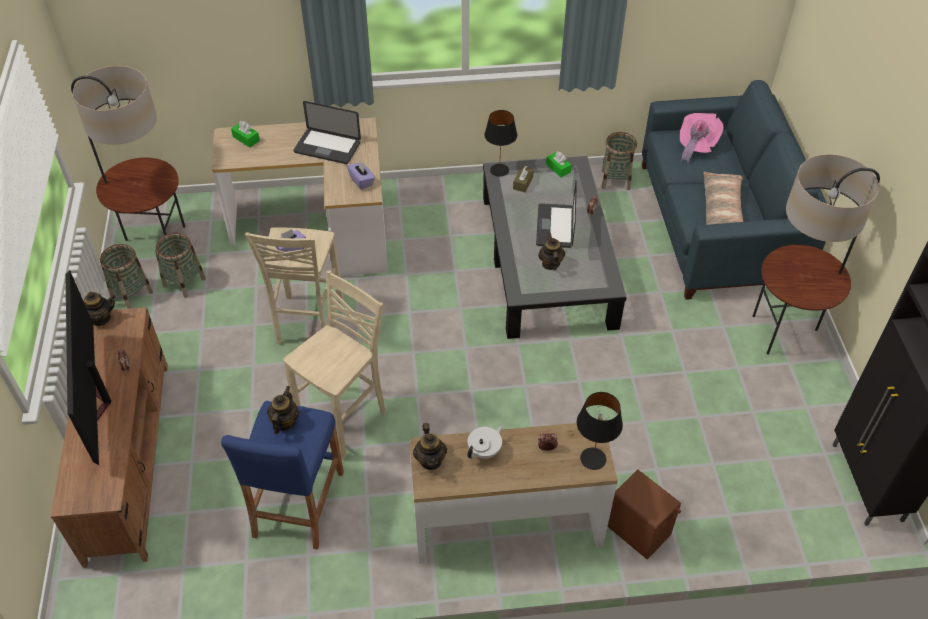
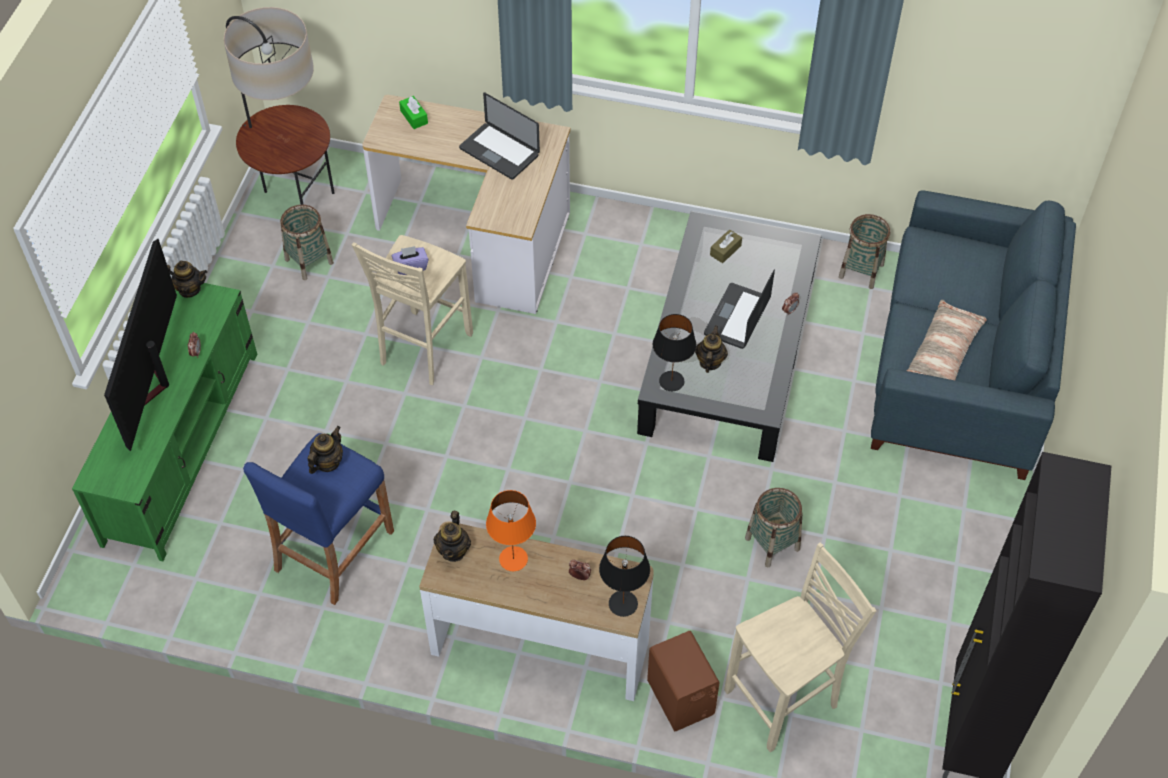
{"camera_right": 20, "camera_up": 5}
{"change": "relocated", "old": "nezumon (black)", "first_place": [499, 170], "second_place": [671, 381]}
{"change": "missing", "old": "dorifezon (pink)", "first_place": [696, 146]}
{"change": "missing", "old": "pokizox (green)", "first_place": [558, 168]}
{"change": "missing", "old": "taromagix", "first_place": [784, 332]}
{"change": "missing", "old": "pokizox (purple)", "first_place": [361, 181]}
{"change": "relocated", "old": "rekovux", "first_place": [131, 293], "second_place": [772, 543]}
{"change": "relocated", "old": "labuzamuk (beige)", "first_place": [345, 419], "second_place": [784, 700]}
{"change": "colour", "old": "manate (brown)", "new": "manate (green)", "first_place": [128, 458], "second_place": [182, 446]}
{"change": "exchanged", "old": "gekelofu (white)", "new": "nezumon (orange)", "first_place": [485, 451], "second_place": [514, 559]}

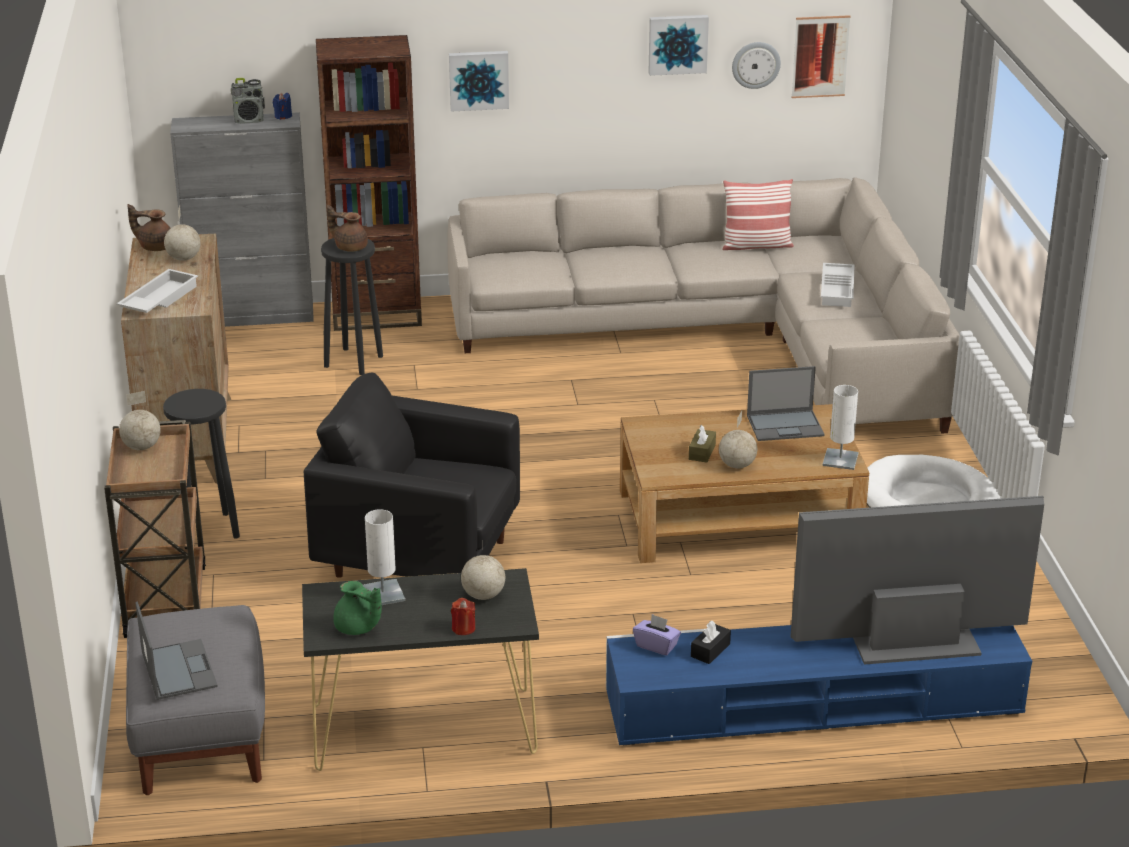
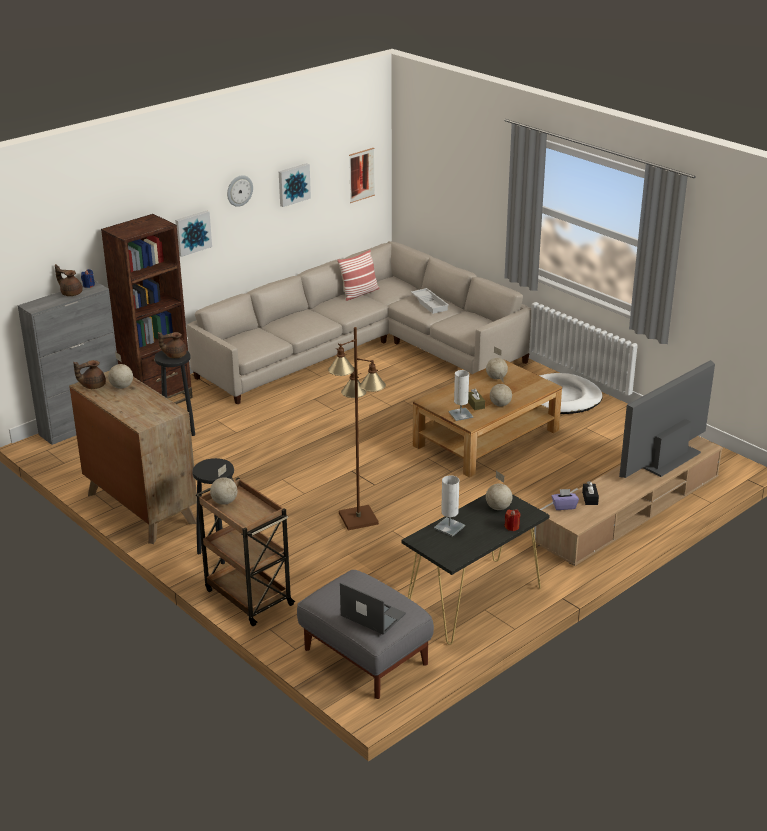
{"camera_right": -35, "camera_up": 0}
{"change": "relocated", "old": "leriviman", "first_place": [756, 64], "second_place": [239, 190]}
{"change": "exchanged", "old": "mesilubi", "new": "gekelofu (brown)", "first_place": [249, 120], "second_place": [71, 293]}
{"change": "missing", "old": "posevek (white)", "first_place": [158, 299]}
{"change": "exchanged", "old": "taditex", "new": "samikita", "first_place": [786, 425], "second_place": [496, 377]}
{"change": "exchanged", "old": "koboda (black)", "new": "taromagix (brown)", "first_place": [420, 558], "second_place": [357, 518]}
{"change": "relocated", "old": "nezumon (white)", "first_place": [840, 459], "second_place": [460, 414]}
{"change": "missing", "old": "gekelofu (green)", "first_place": [357, 628]}
{"change": "colour", "old": "manate (blue)", "new": "manate (beige)", "first_place": [812, 703], "second_place": [628, 510]}

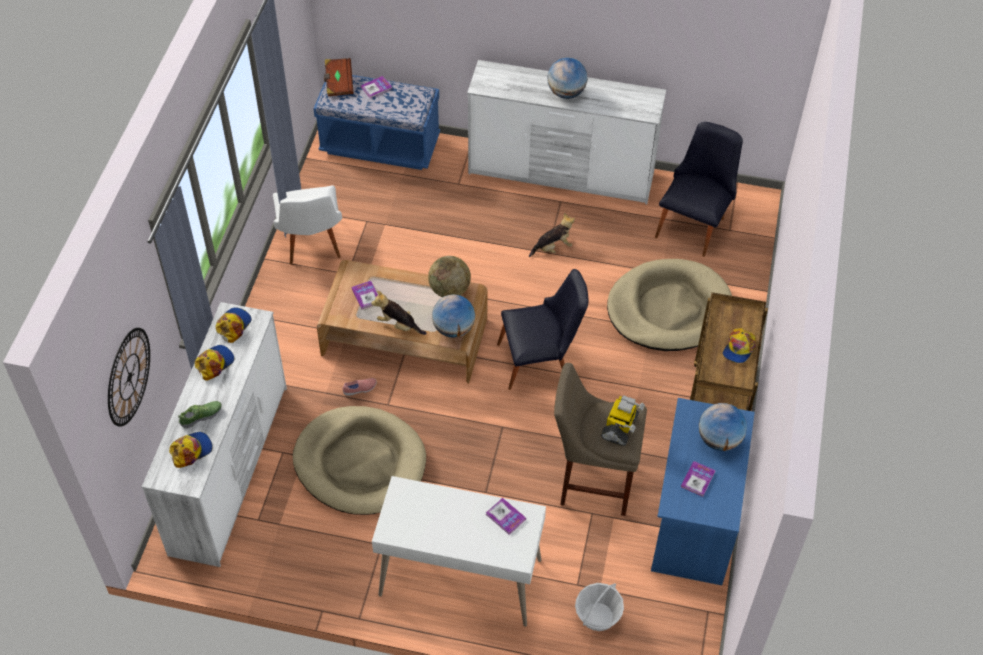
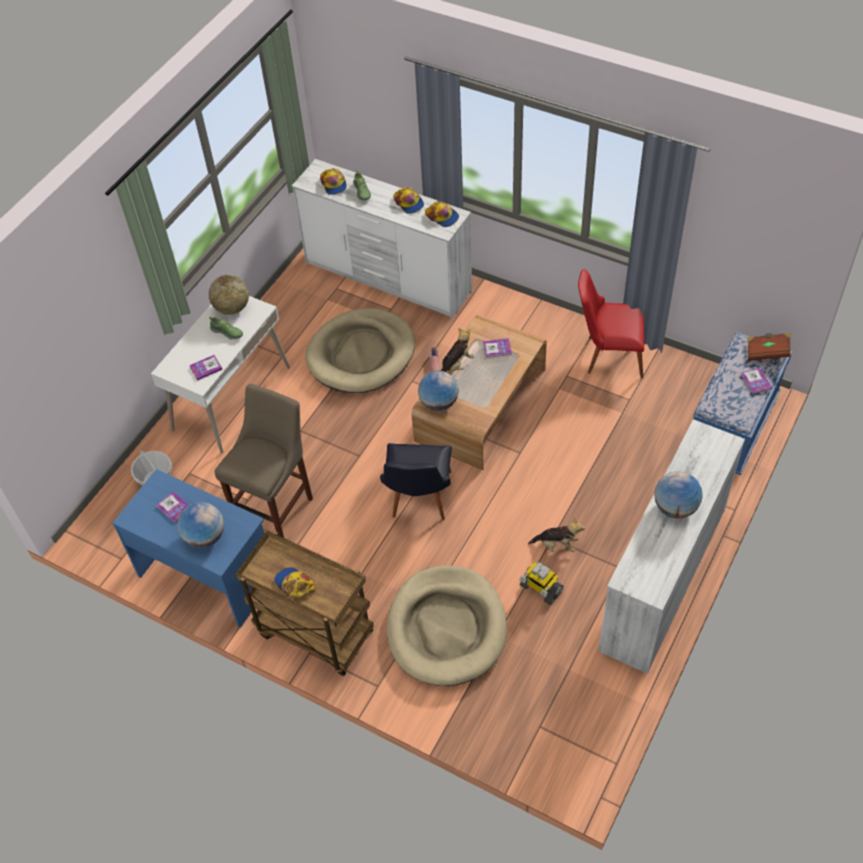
{"camera_right": 110, "camera_up": 0}
{"change": "missing", "old": "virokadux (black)", "first_place": [694, 223]}
{"change": "colour", "old": "virokadux (white)", "new": "virokadux (red)", "first_place": [312, 245], "second_place": [608, 355]}
{"change": "spun", "old": "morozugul", "first_place": [553, 247], "second_place": [557, 545], "degrees": -75}
{"change": "relocated", "old": "samikita", "first_place": [449, 290], "second_place": [232, 308]}
{"change": "missing", "old": "leriviman", "first_place": [129, 376]}
{"change": "relocated", "old": "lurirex", "first_place": [620, 427], "second_place": [540, 588]}
{"change": "appeared", "new": "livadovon", "second_place": [227, 332]}

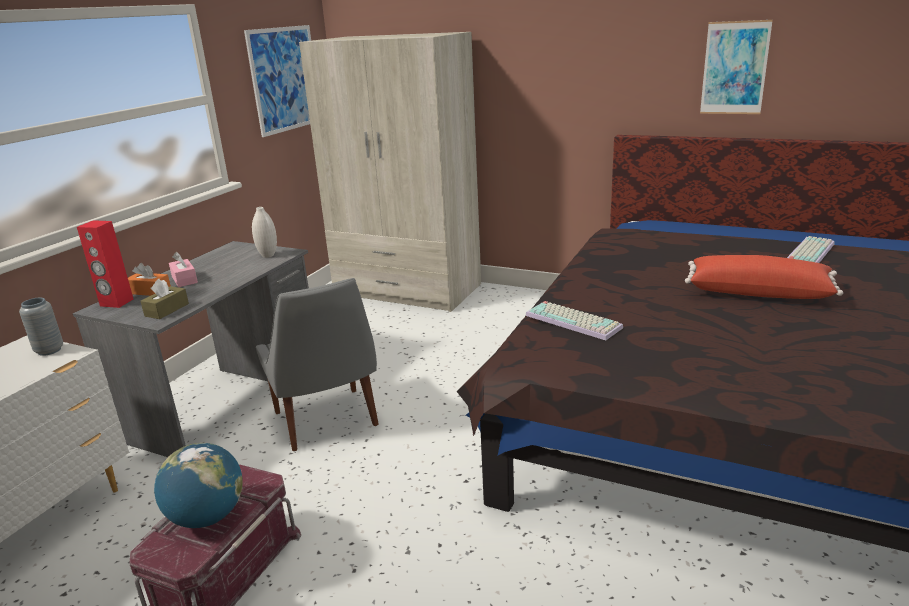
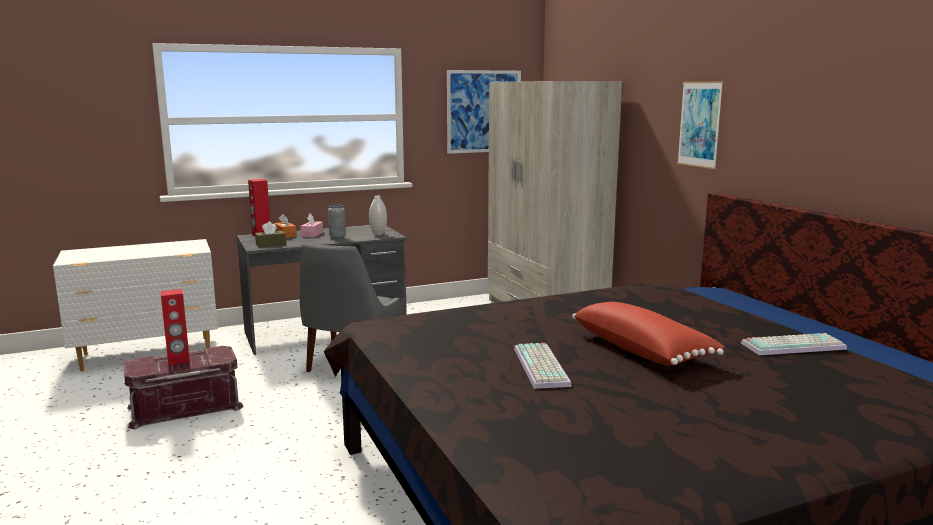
{"camera_right": 40, "camera_up": -10}
{"change": "relocated", "old": "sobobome", "first_place": [734, 68], "second_place": [699, 124]}
{"change": "relocated", "old": "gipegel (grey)", "first_place": [49, 350], "second_place": [337, 237]}
{"change": "relocated", "old": "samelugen", "first_place": [575, 321], "second_place": [543, 367]}
{"change": "exchanged", "old": "samikita", "new": "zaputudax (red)", "first_place": [207, 517], "second_place": [179, 360]}

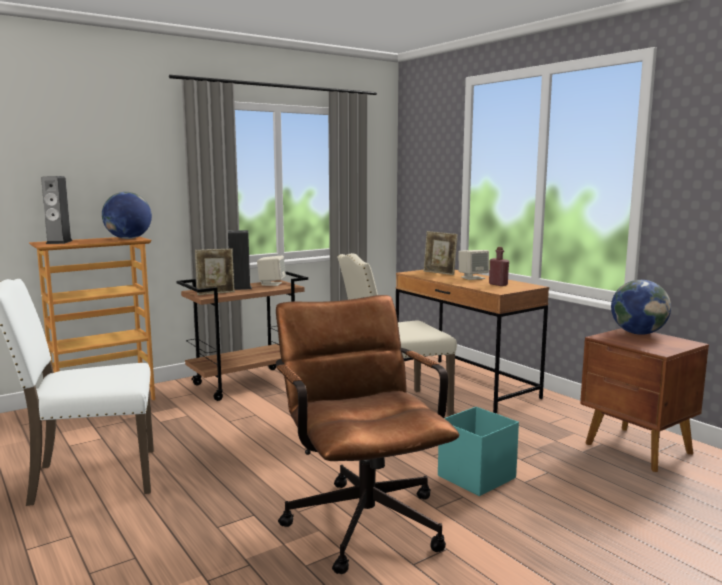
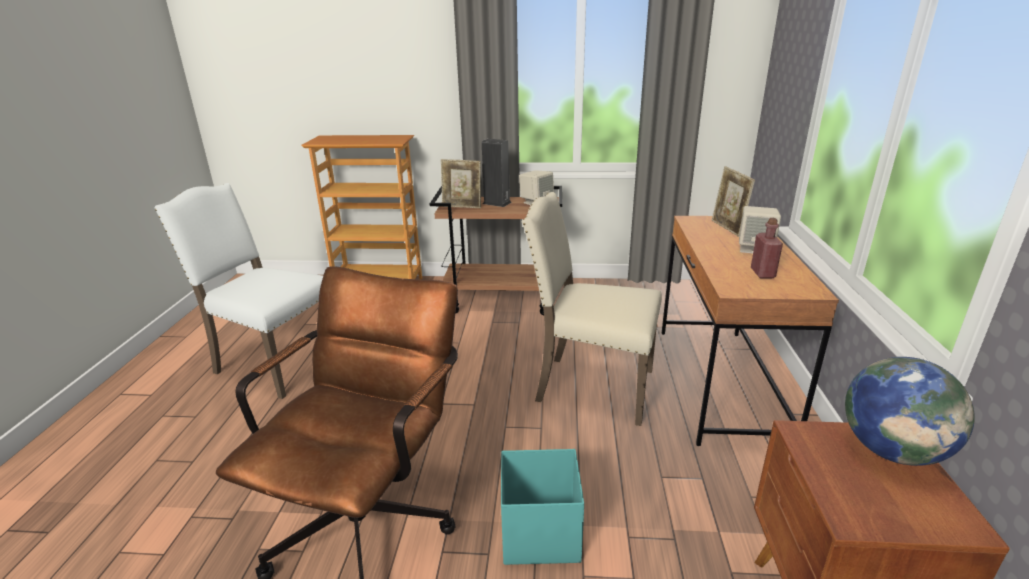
{"camera_right": 40, "camera_up": 15}
{"change": "missing", "old": "zaputudax", "first_place": [59, 242]}
{"change": "missing", "old": "samikita", "first_place": [128, 238]}

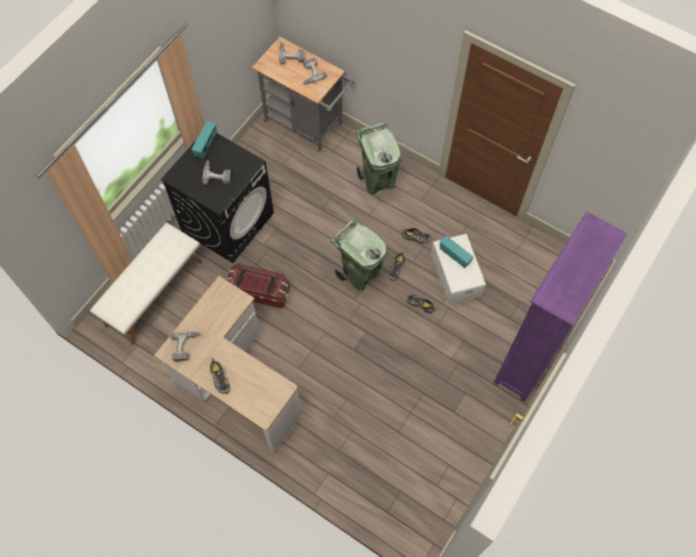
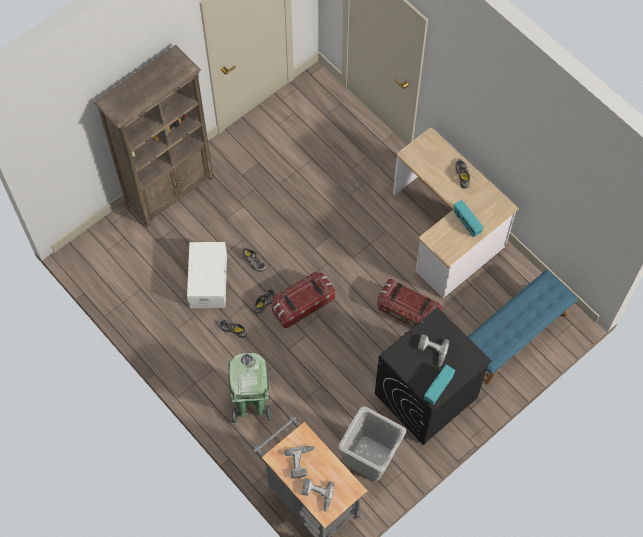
{"camera_right": -165, "camera_up": 0}
{"change": "colour", "old": "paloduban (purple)", "new": "paloduban (brown)", "first_place": [530, 356], "second_place": [171, 191]}
{"change": "exchanged", "old": "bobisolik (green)", "new": "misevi", "first_place": [360, 274], "second_place": [302, 305]}
{"change": "colour", "old": "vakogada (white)", "new": "vakogada (blue)", "first_place": [153, 292], "second_place": [514, 337]}
{"change": "relocated", "old": "mesilubi", "first_place": [455, 256], "second_place": [466, 223]}
{"change": "missing", "old": "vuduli", "first_place": [186, 347]}
{"change": "appeared", "new": "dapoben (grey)", "second_place": [370, 457]}

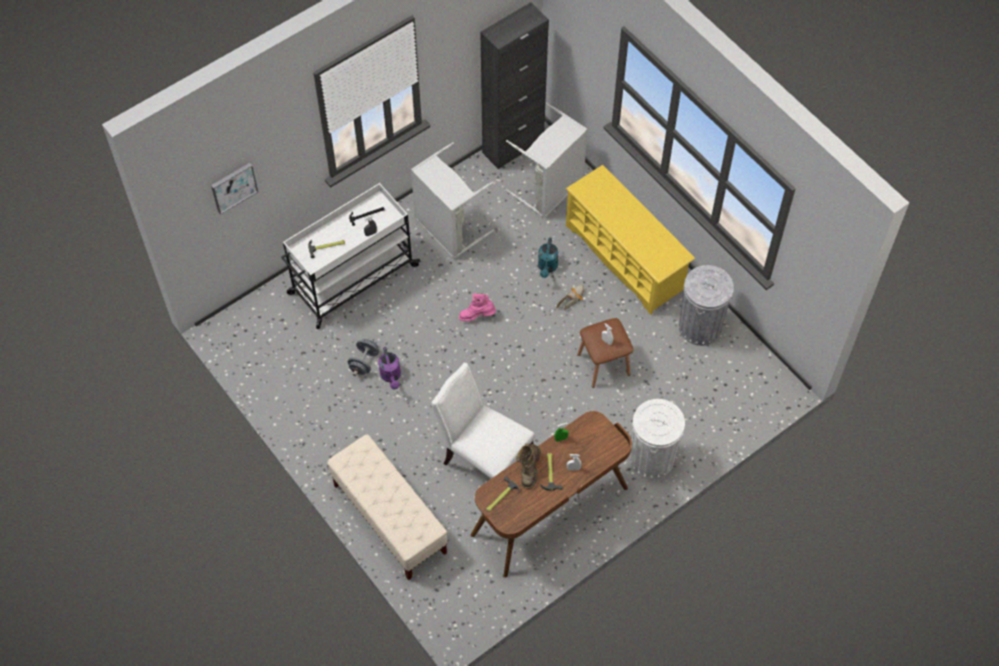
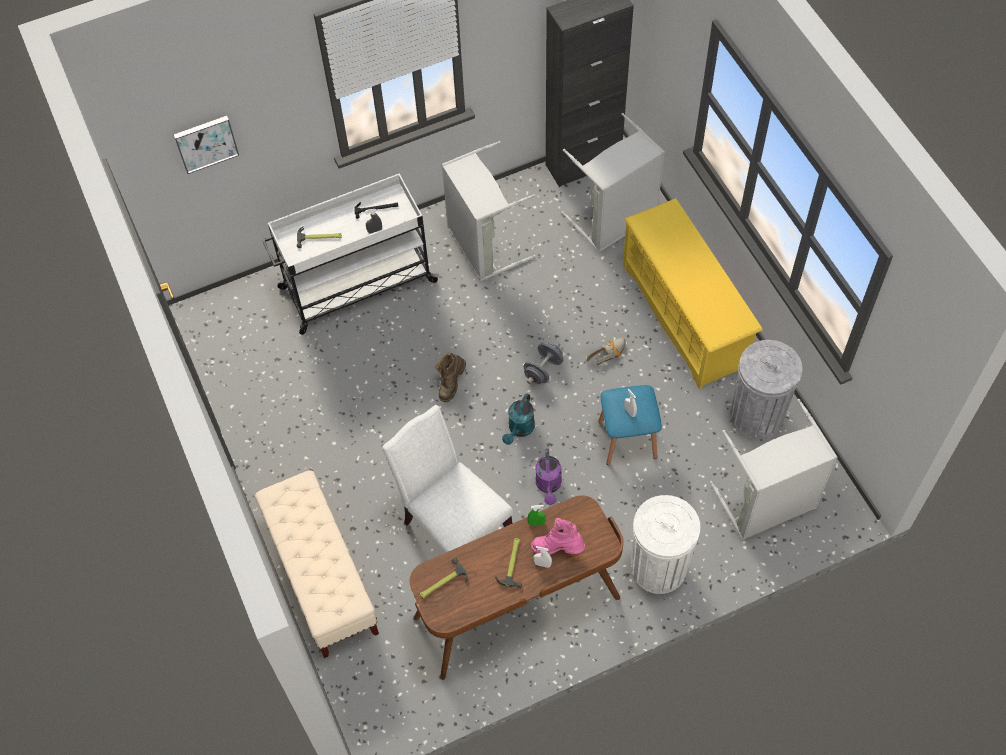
{"camera_right": 15, "camera_up": 0}
{"change": "relocated", "old": "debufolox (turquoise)", "first_place": [547, 267], "second_place": [519, 429]}
{"change": "relocated", "old": "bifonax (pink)", "first_place": [477, 316], "second_place": [558, 548]}
{"change": "colour", "old": "labuzamuk (brown)", "new": "labuzamuk (blue)", "first_place": [603, 364], "second_place": [627, 439]}
{"change": "relocated", "old": "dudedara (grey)", "first_place": [364, 362], "second_place": [543, 370]}
{"change": "relocated", "old": "debufolox (purple)", "first_place": [391, 376], "second_place": [549, 486]}
{"change": "relocated", "old": "bifonax (brown)", "first_place": [529, 470], "second_place": [451, 384]}
{"change": "appeared", "new": "dapoben (grey)", "second_place": [767, 505]}

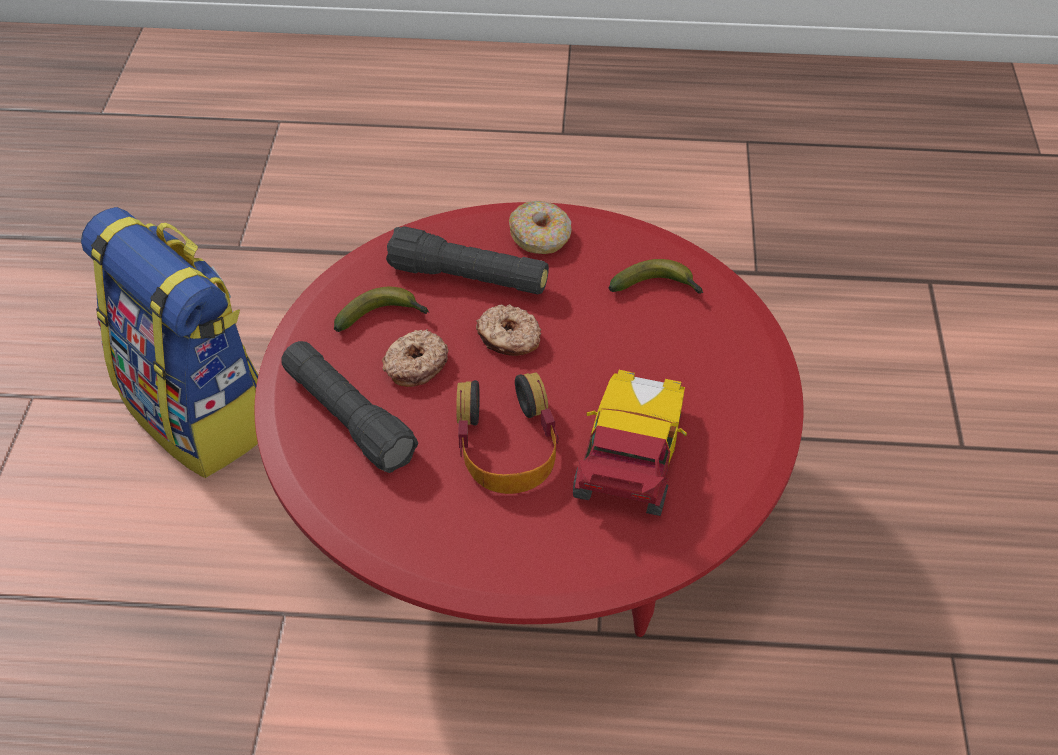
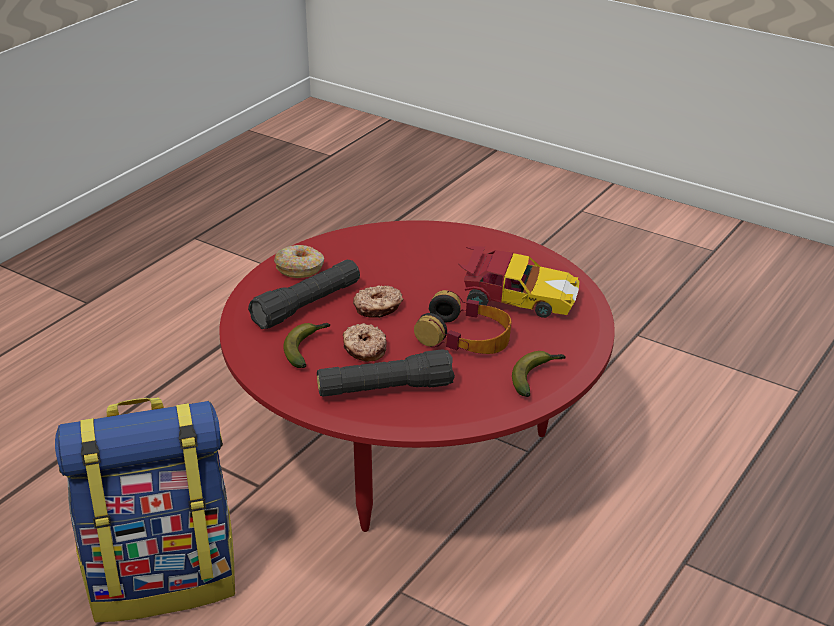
{"camera_right": -60, "camera_up": -15}
{"change": "relocated", "old": "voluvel", "first_place": [658, 288], "second_place": [536, 377]}
{"change": "spun", "old": "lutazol", "first_place": [630, 460], "second_place": [516, 299], "degrees": 150}

